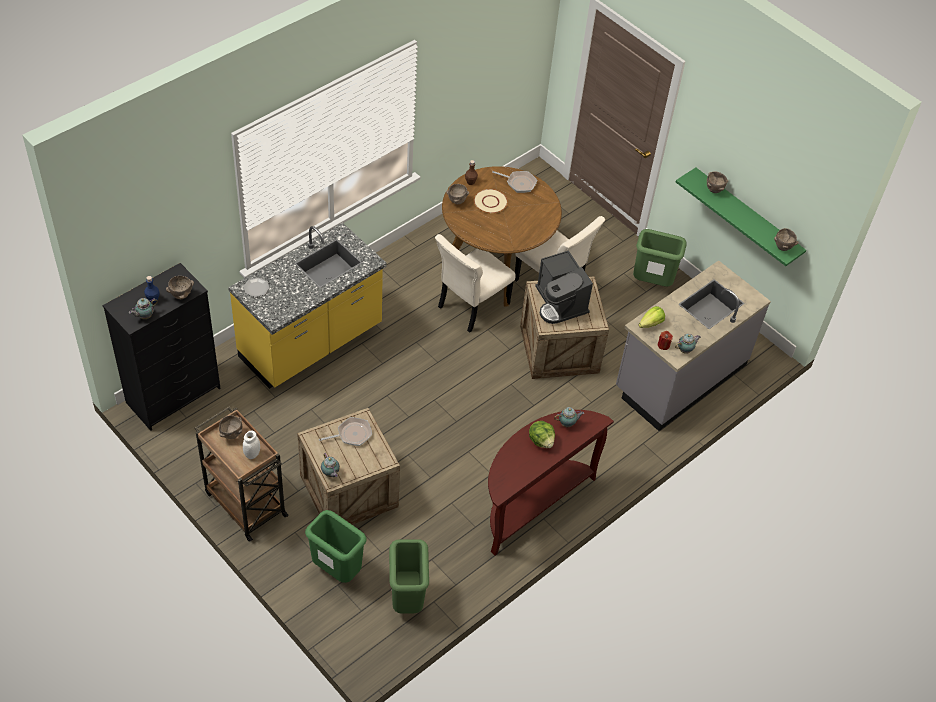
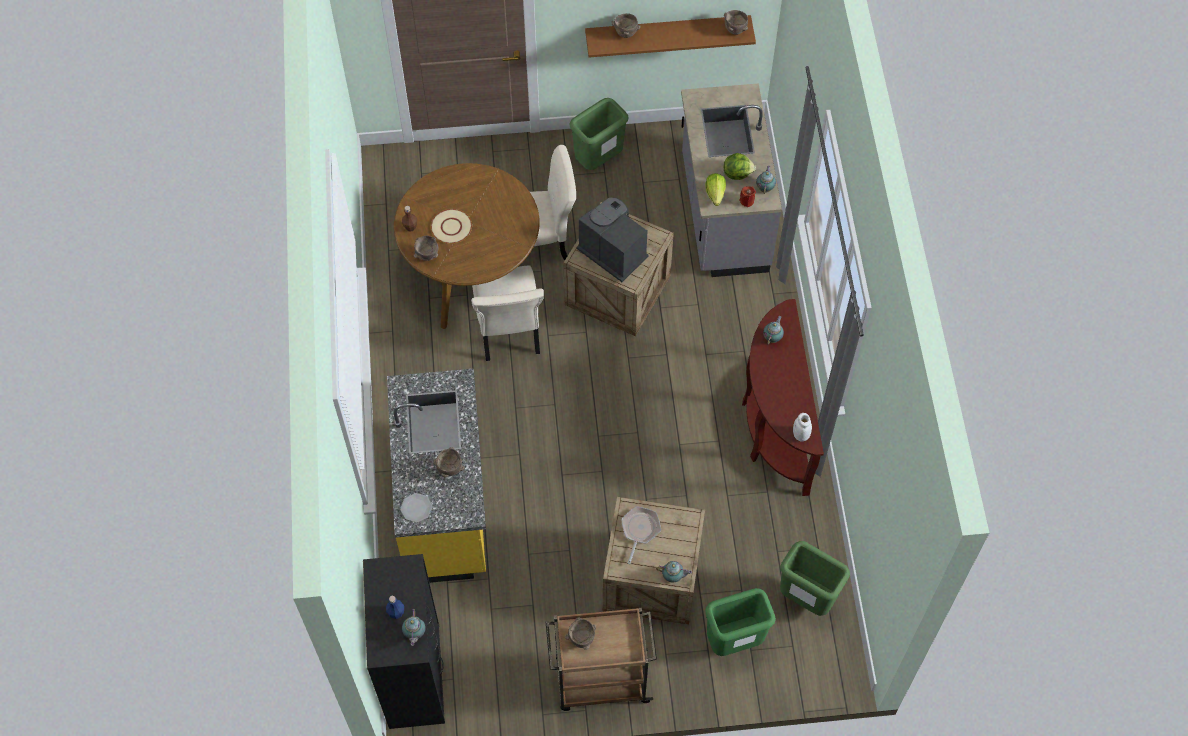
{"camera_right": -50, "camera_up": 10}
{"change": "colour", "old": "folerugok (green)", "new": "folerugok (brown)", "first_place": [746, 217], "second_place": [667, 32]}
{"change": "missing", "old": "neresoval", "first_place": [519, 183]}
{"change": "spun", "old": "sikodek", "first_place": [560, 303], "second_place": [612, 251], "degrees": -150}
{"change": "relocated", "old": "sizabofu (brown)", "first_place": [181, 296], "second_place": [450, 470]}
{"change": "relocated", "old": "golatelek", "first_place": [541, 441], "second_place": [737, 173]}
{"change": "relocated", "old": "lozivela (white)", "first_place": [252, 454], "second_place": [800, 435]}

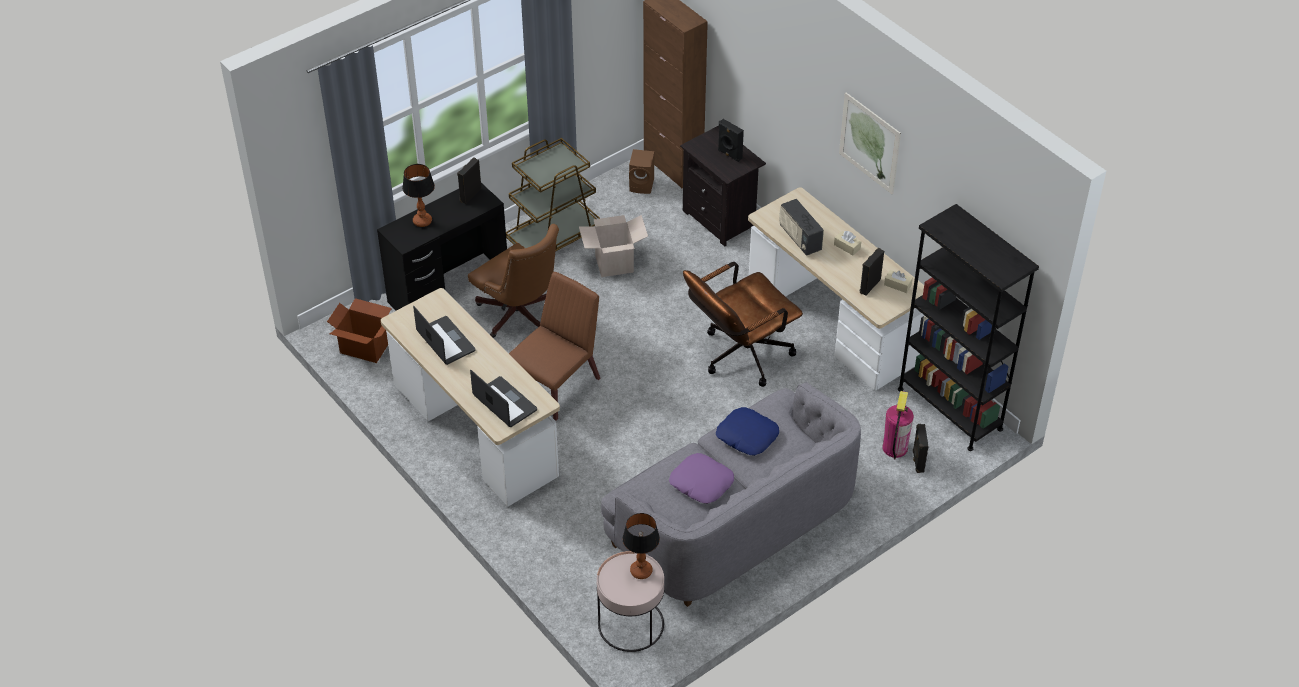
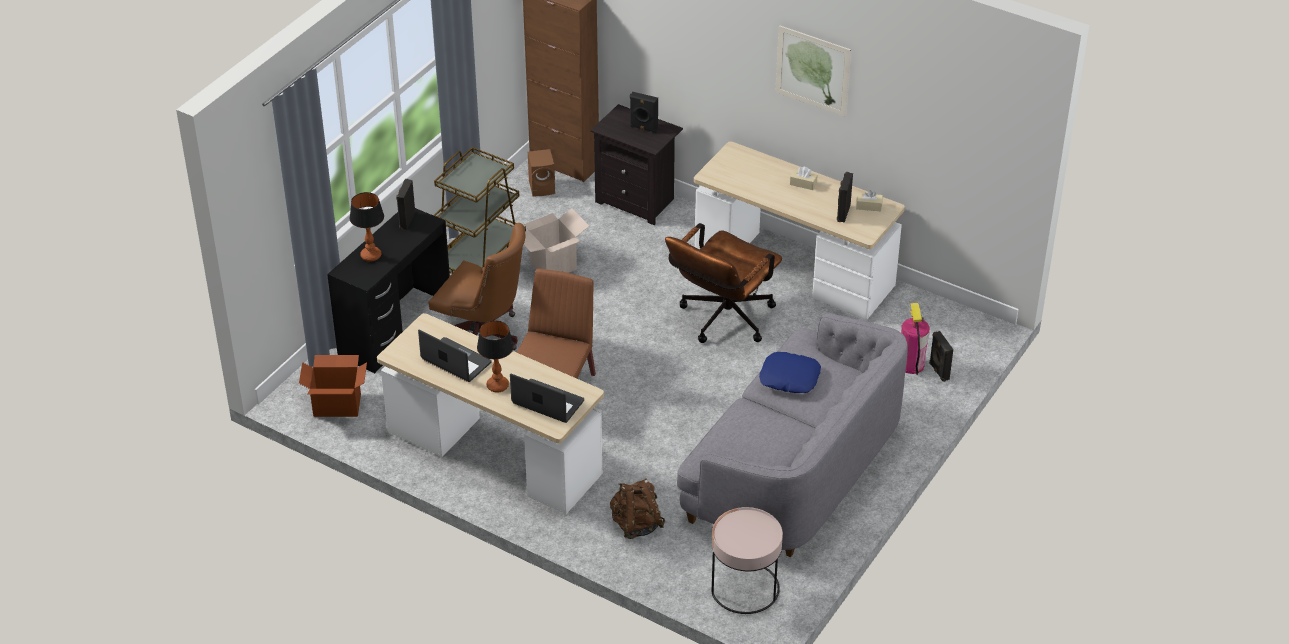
{"camera_right": -20, "camera_up": -5}
{"change": "missing", "old": "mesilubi", "first_place": [799, 238]}
{"change": "missing", "old": "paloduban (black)", "first_place": [949, 409]}
{"change": "missing", "old": "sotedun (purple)", "first_place": [701, 483]}
{"change": "relocated", "old": "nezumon", "first_place": [640, 571], "second_place": [497, 386]}
{"change": "appeared", "new": "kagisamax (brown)", "second_place": [636, 525]}

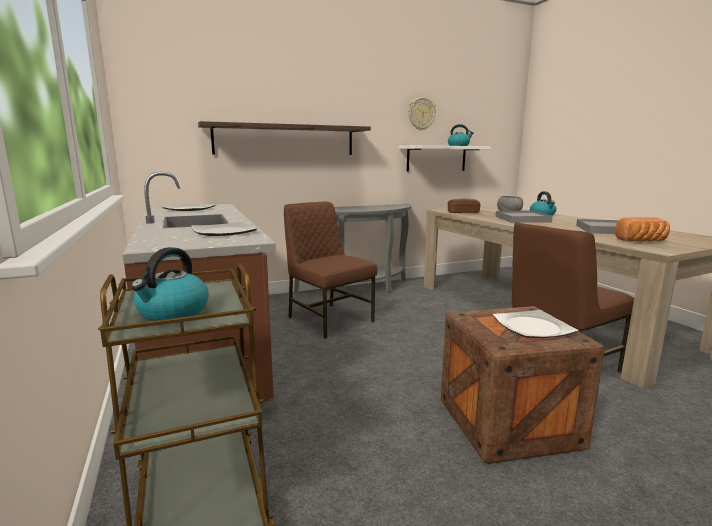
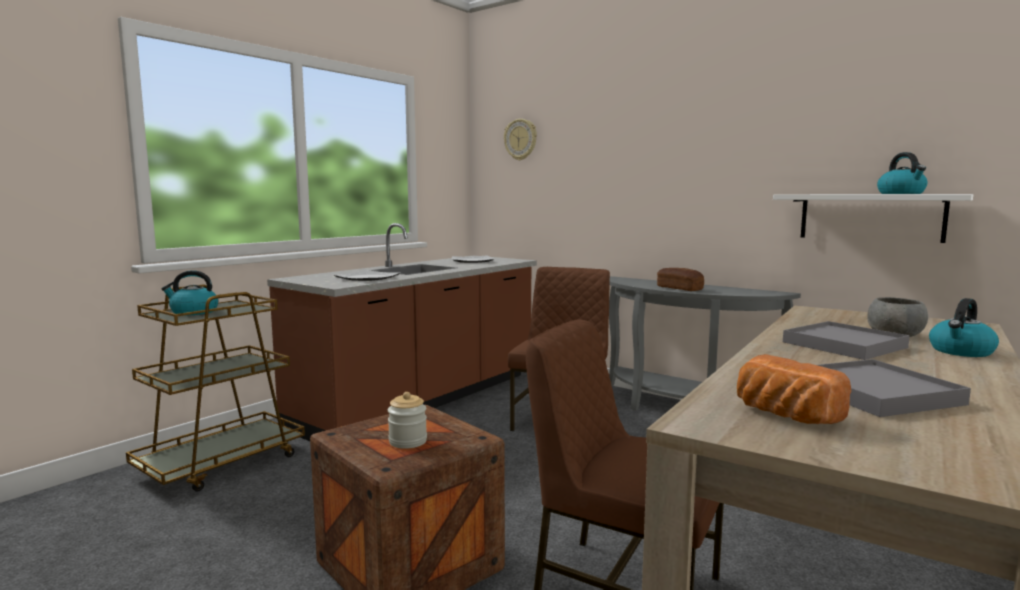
{"camera_right": 60, "camera_up": -5}
{"change": "relocated", "old": "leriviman", "first_place": [421, 114], "second_place": [520, 139]}
{"change": "missing", "old": "folerugok", "first_place": [285, 140]}
{"change": "relocated", "old": "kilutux", "first_place": [463, 212], "second_place": [679, 288]}
{"change": "exchanged", "old": "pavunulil", "new": "lozivela", "first_place": [532, 327], "second_place": [408, 441]}

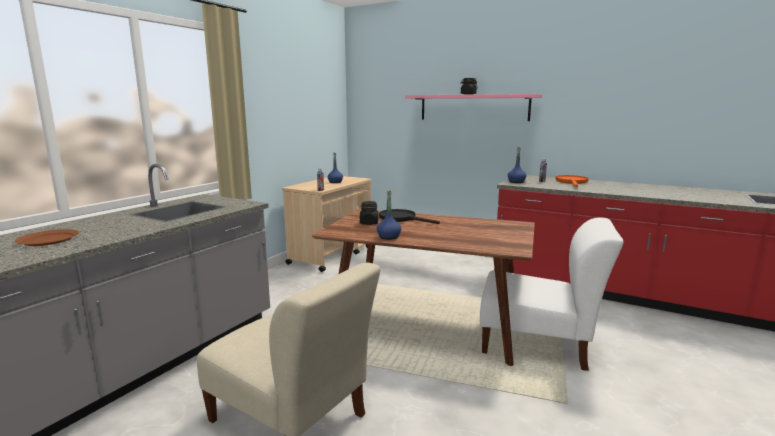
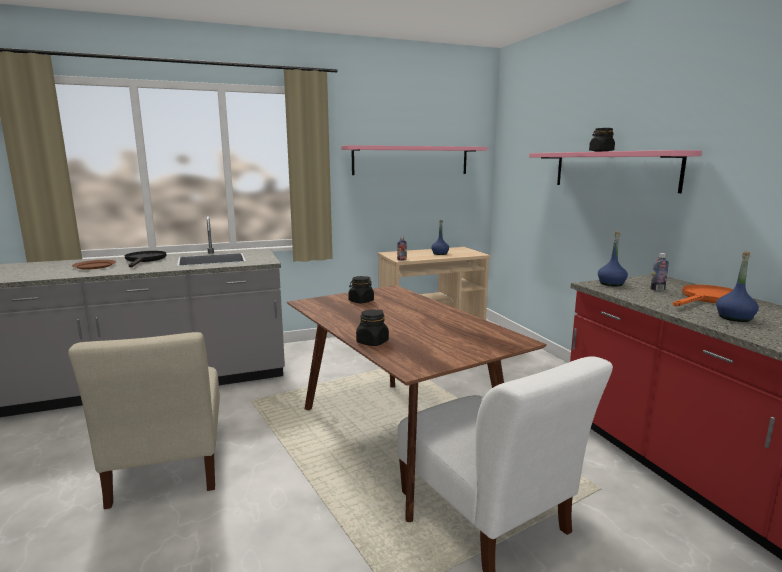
{"camera_right": 40, "camera_up": 0}
{"change": "relocated", "old": "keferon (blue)", "first_place": [388, 237], "second_place": [734, 318]}
{"change": "relocated", "old": "neresoval (black)", "first_place": [402, 218], "second_place": [145, 260]}
{"change": "appeared", "new": "folerugok (pink)", "second_place": [411, 160]}
{"change": "appeared", "new": "lozivela (black)", "second_place": [372, 342]}

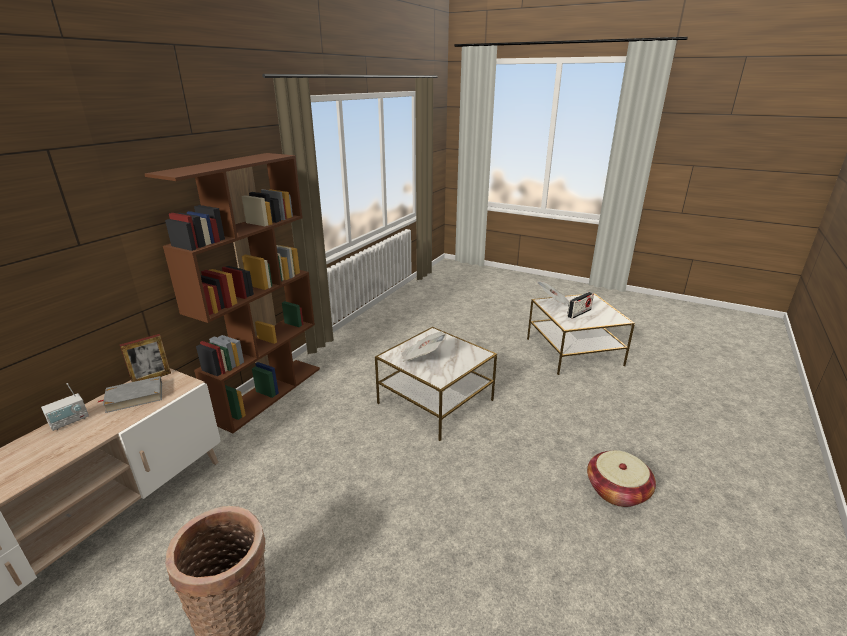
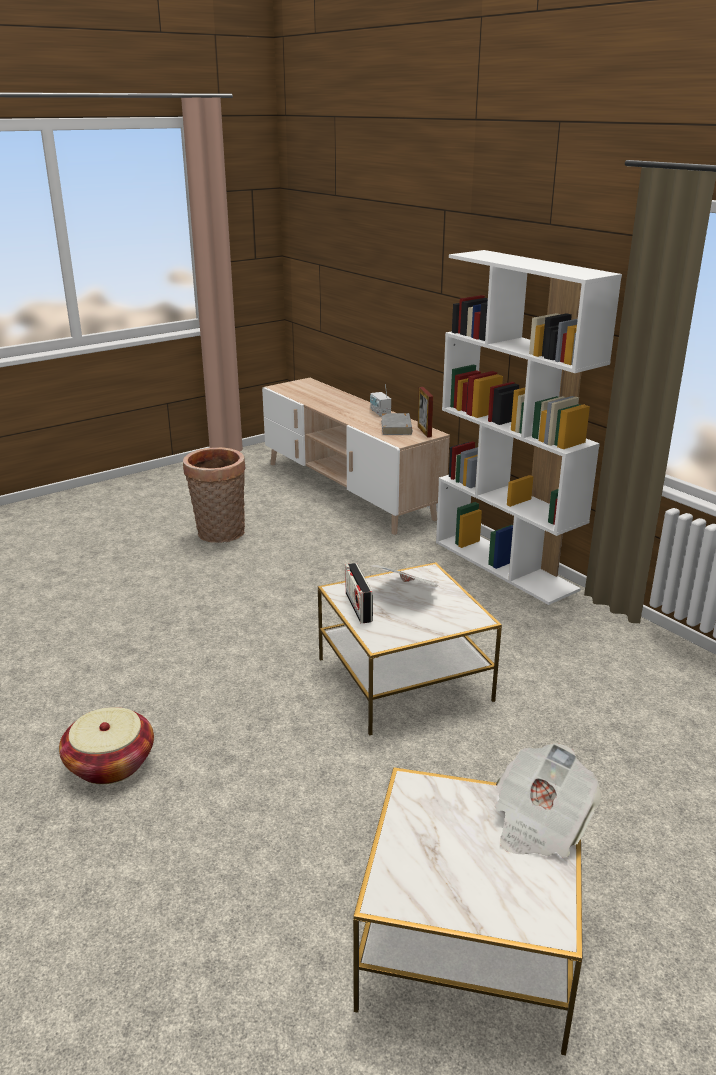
{"camera_right": 115, "camera_up": 0}
{"change": "colour", "old": "paloduban (brown)", "new": "paloduban (white)", "first_place": [268, 393], "second_place": [505, 565]}
{"change": "relocated", "old": "mesilubi", "first_place": [579, 313], "second_place": [358, 607]}

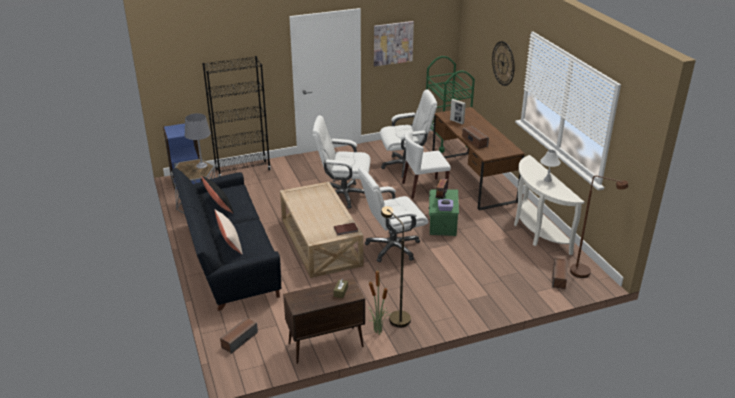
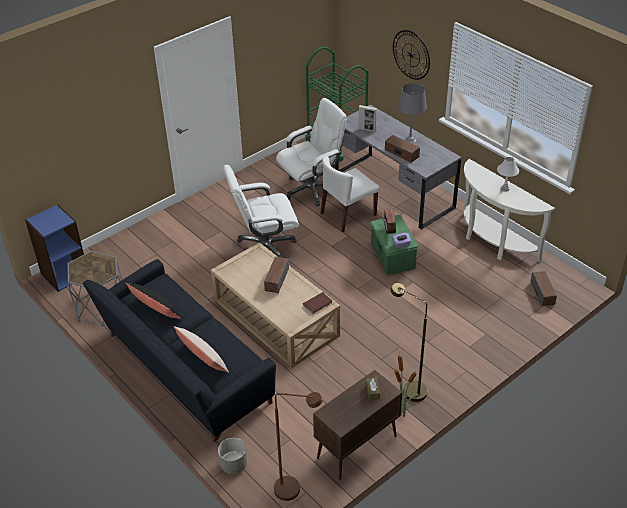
{"camera_right": -20, "camera_up": 10}
{"change": "missing", "old": "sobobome", "first_place": [393, 43]}
{"change": "missing", "old": "paloduban (black)", "first_place": [243, 170]}
{"change": "colour", "old": "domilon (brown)", "new": "domilon (grey)", "first_place": [473, 179], "second_place": [393, 190]}
{"change": "relocated", "old": "nezumon (grey)", "first_place": [201, 165], "second_place": [409, 140]}
{"change": "missing", "old": "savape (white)", "first_place": [392, 248]}
{"change": "relocated", "old": "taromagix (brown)", "first_place": [586, 273], "second_place": [294, 489]}
{"change": "relocated", "old": "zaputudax", "first_place": [239, 340], "second_place": [276, 279]}
{"change": "appeared", "new": "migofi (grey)", "second_place": [233, 464]}

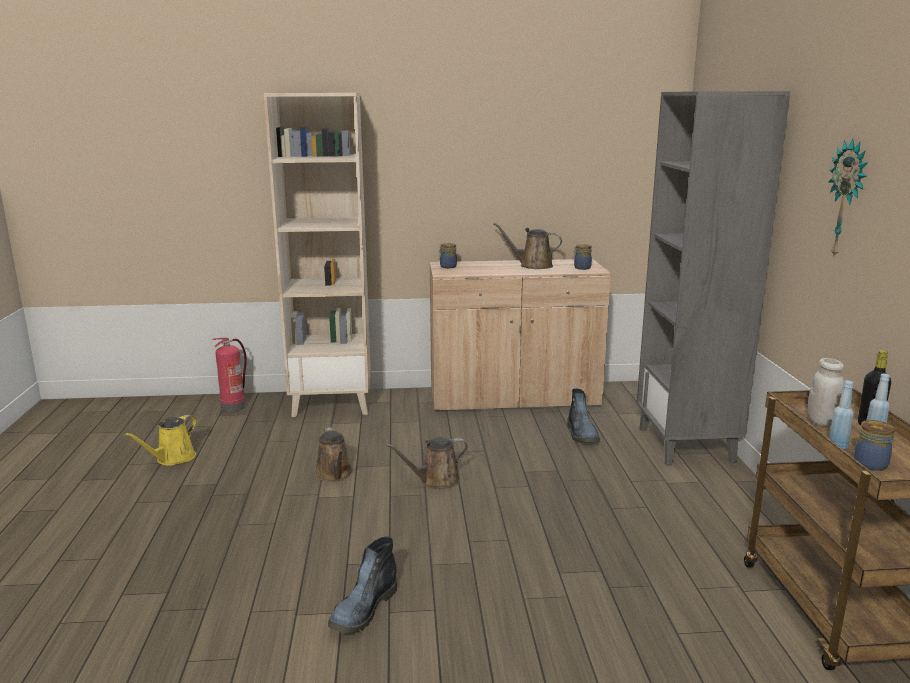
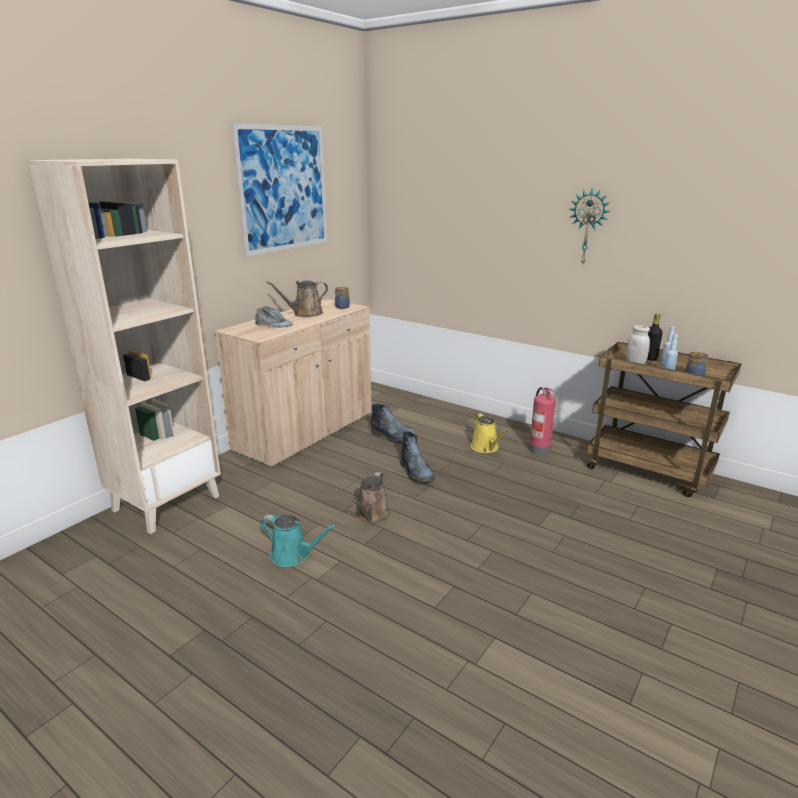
{"camera_right": -50, "camera_up": 5}
{"change": "missing", "old": "paloduban (grey)", "first_place": [686, 445]}
{"change": "missing", "old": "lozivela", "first_place": [447, 267]}
{"change": "relocated", "old": "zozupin", "first_place": [234, 407], "second_place": [538, 449]}
{"change": "relocated", "old": "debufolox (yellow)", "first_place": [173, 459], "second_place": [486, 448]}
{"change": "colour", "old": "debufolox (brown)", "new": "debufolox (turquoise)", "first_place": [335, 474], "second_place": [293, 555]}
{"change": "relocated", "old": "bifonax", "first_place": [363, 610], "second_place": [416, 473]}
{"change": "appeared", "new": "sobobome", "second_place": [283, 189]}
{"change": "appeared", "new": "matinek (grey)", "second_place": [273, 324]}

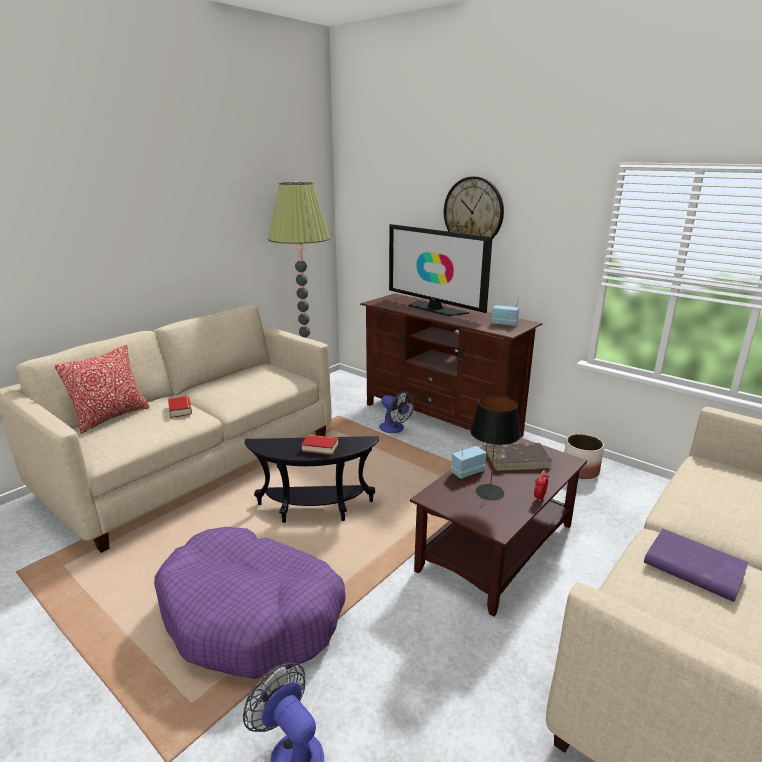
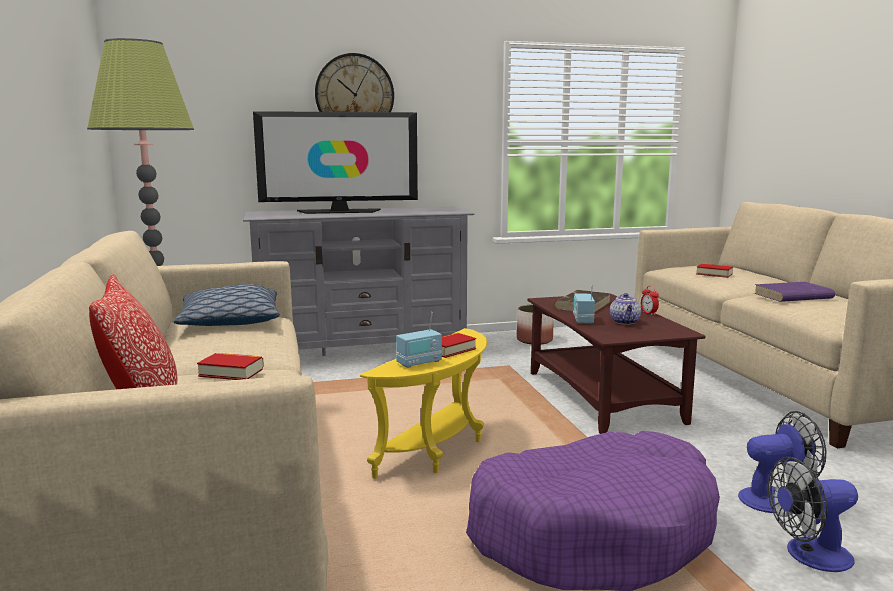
{"camera_right": -55, "camera_up": -10}
{"change": "colour", "old": "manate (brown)", "new": "manate (grey)", "first_place": [441, 419], "second_place": [363, 352]}
{"change": "relocated", "old": "mesilubi", "first_place": [504, 324], "second_place": [419, 363]}
{"change": "relocated", "old": "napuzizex", "first_place": [395, 429], "second_place": [775, 499]}
{"change": "exchanged", "old": "nezumon (black)", "new": "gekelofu", "first_place": [490, 492], "second_place": [625, 322]}
{"change": "colour", "old": "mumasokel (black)", "new": "mumasokel (yellow)", "first_place": [314, 511], "second_place": [438, 452]}
{"change": "appeared", "new": "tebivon", "second_place": [714, 274]}
{"change": "appeared", "new": "sotedun", "second_place": [230, 322]}

